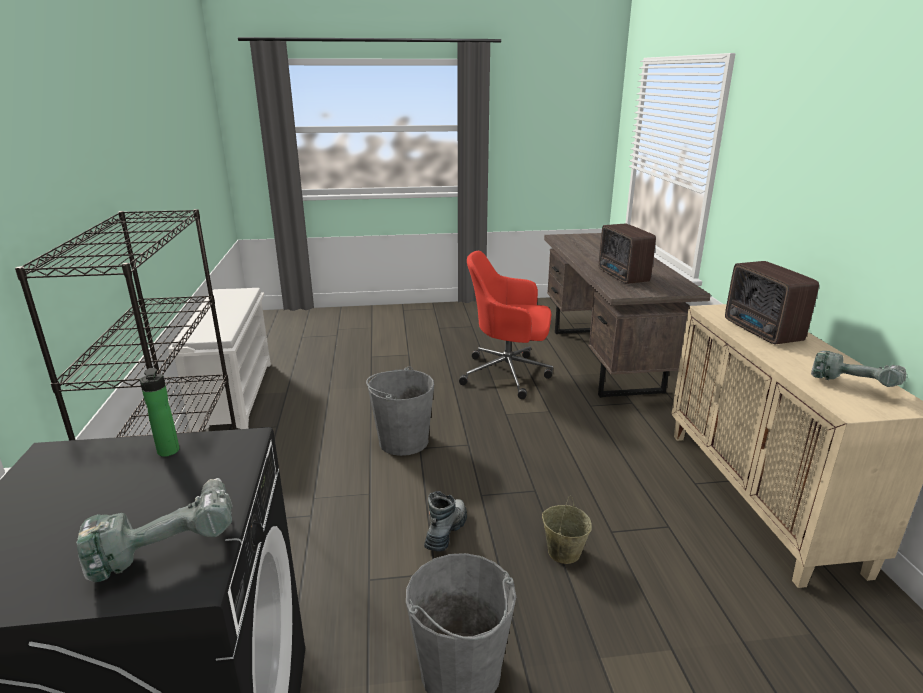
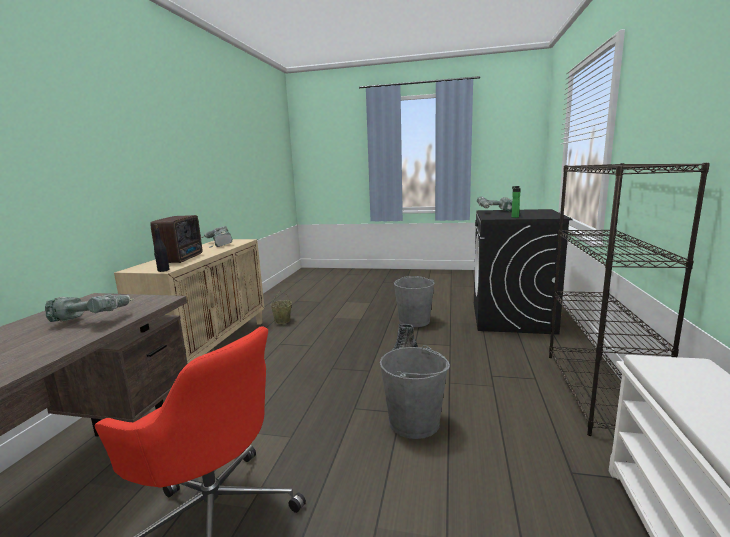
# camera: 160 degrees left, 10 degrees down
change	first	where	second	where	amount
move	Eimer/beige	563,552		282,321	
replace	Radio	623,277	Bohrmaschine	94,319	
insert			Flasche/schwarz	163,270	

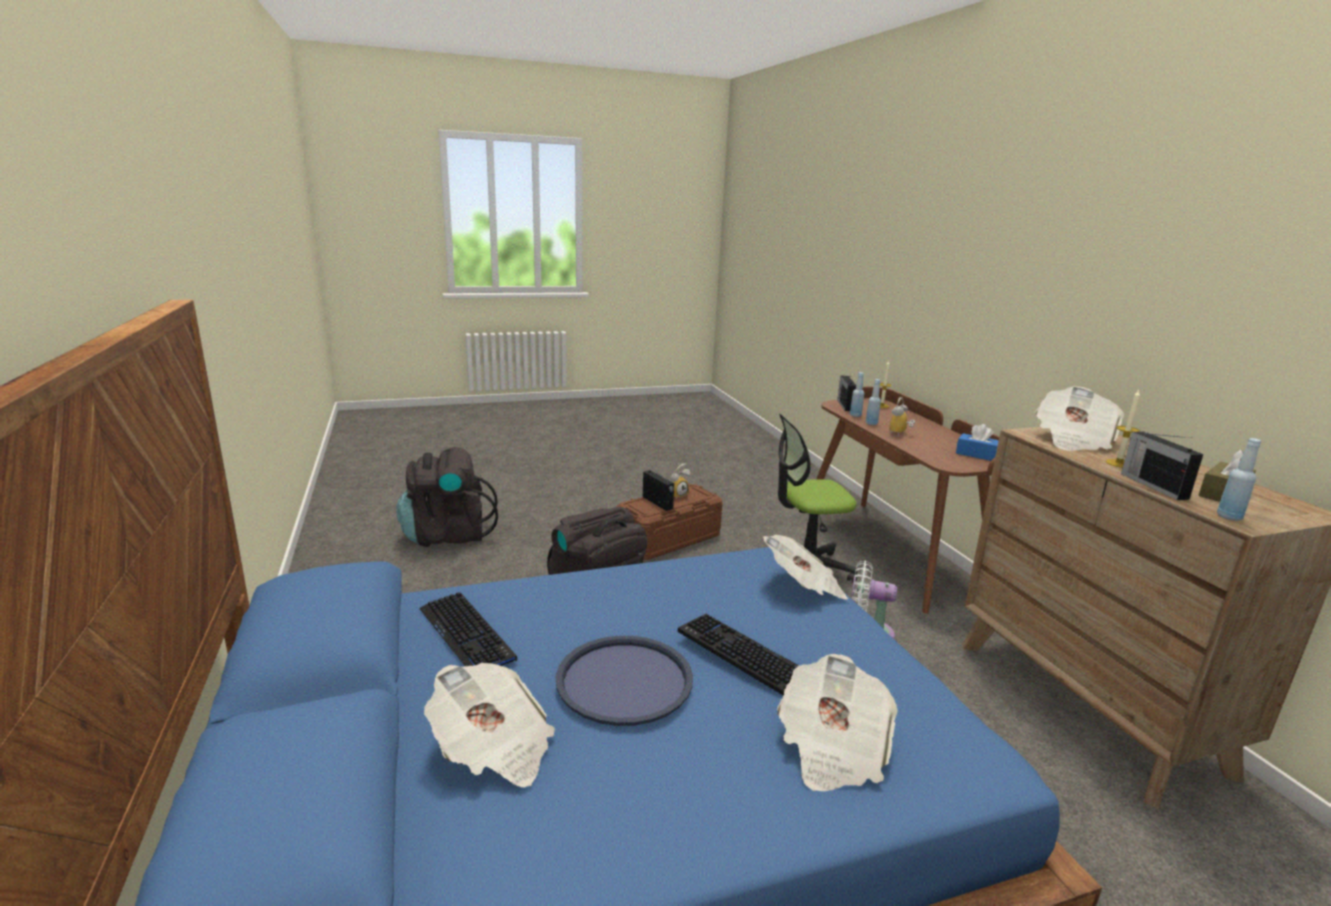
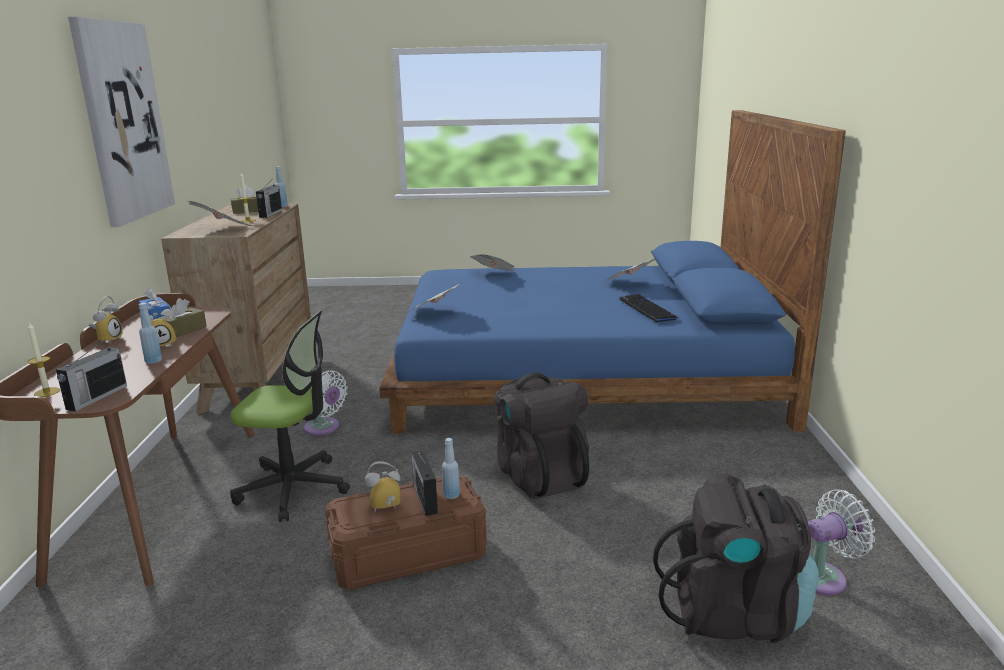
# camera: 160 degrees left, 0 degrees up
change	first	where	second	where	amount
delete	Tablett/blau	624,681			
delete	Tastatur	743,654			
move	Flasche/blau	855,415		451,495	
insert			Bild	123,122	
insert			Wecker	108,340	
insert			Taschentuchbox/braun	183,331	
insert			Ventilator/weiß	824,577	

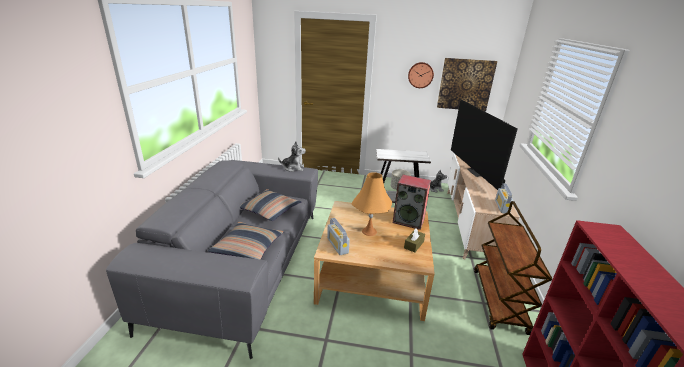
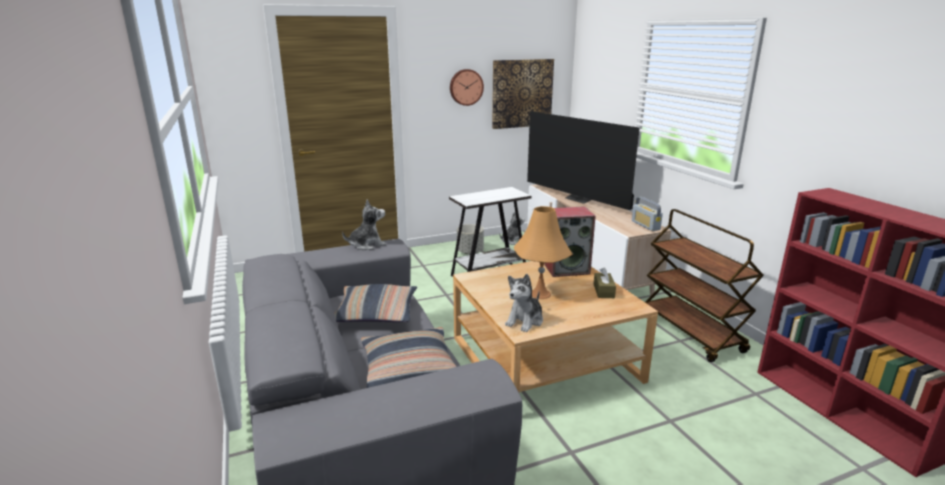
# camera: 30 degrees left, 5 degrees down
change	first	where	second	where	amount
replace	Radio	337,245	Plüschtier	525,321	

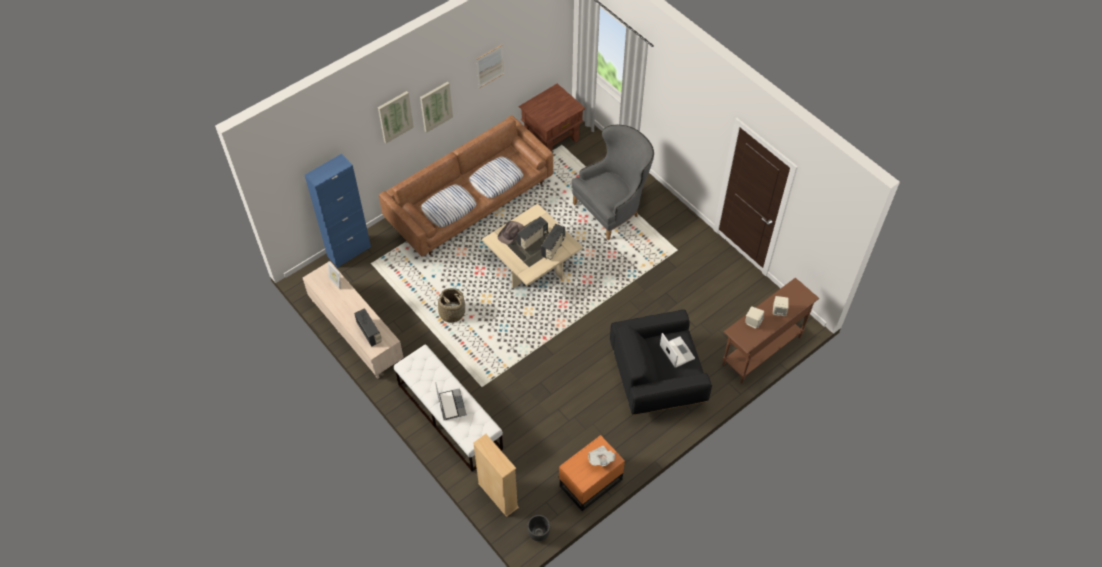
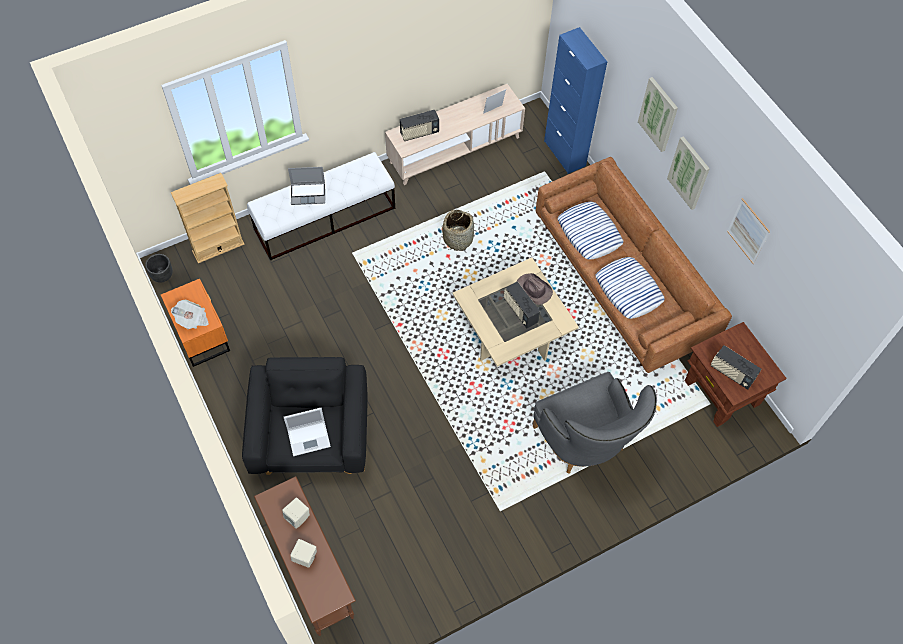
# camera: 100 degrees right, 5 degrees up
change	first	where	second	where	amount
move	Radio	553,247		731,373	

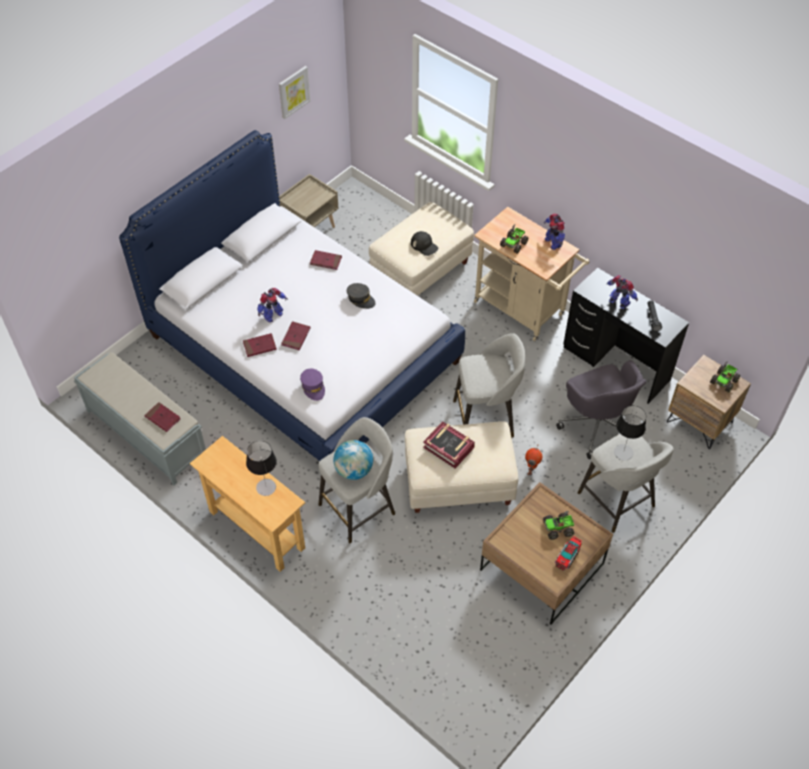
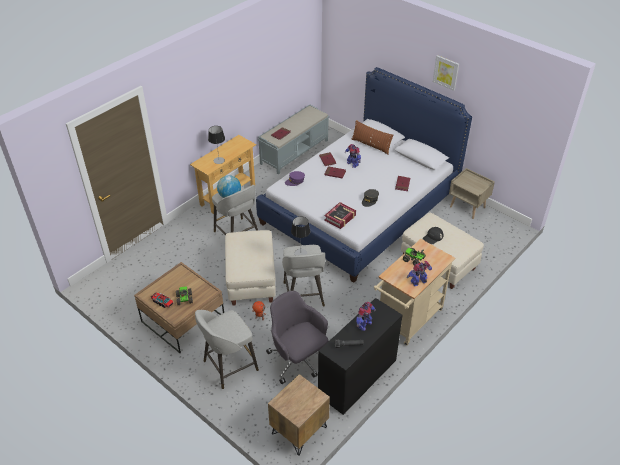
# camera: 90 degrees right, 10 degrees down
change	first	where	second	where	amount
move	Bild	293,92		446,72	
move	Buch	449,447		340,218	
rotate	Bürostuhl/grau	597,424		298,360	75 degrees clockwise
move	Tischlampe	623,452		301,253	
delete	Spielzeuglaster	724,381			
insert			Kissen/braun	371,145	

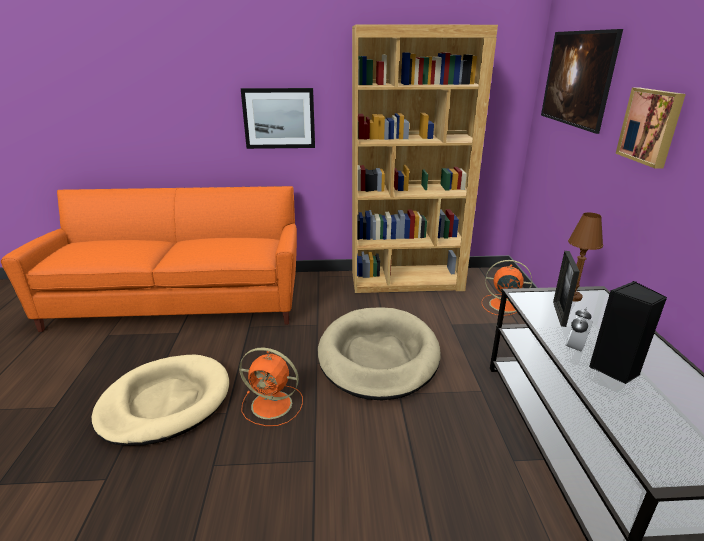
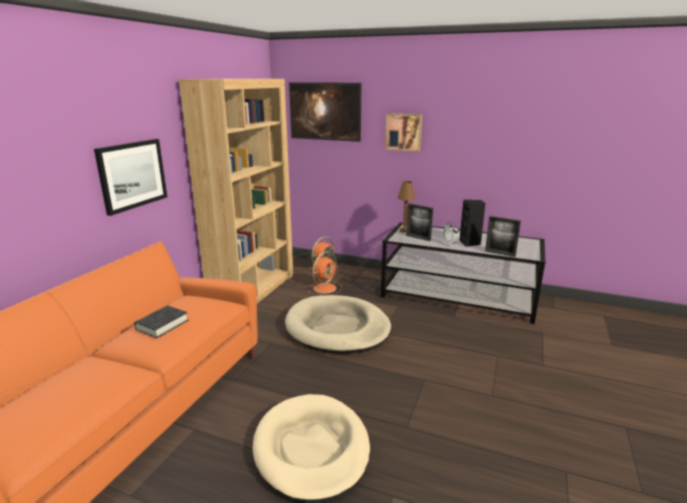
# camera: 65 degrees left, 5 degrees down
change	first	where	second	where	amount
move	Ventilator/orange	273,405		325,288	
insert			Buch/schwarz	162,325	
insert			Bilderrahmen	500,253	

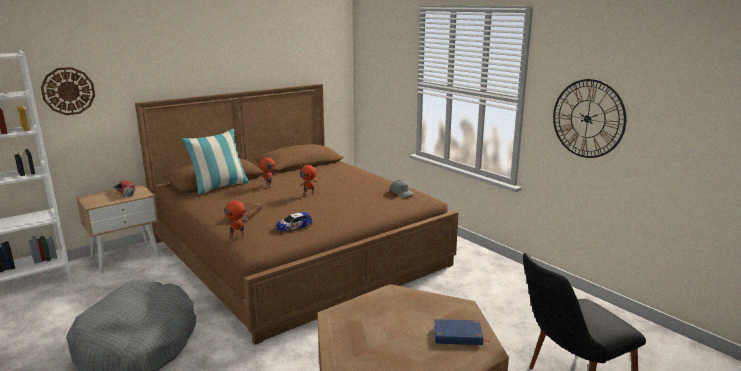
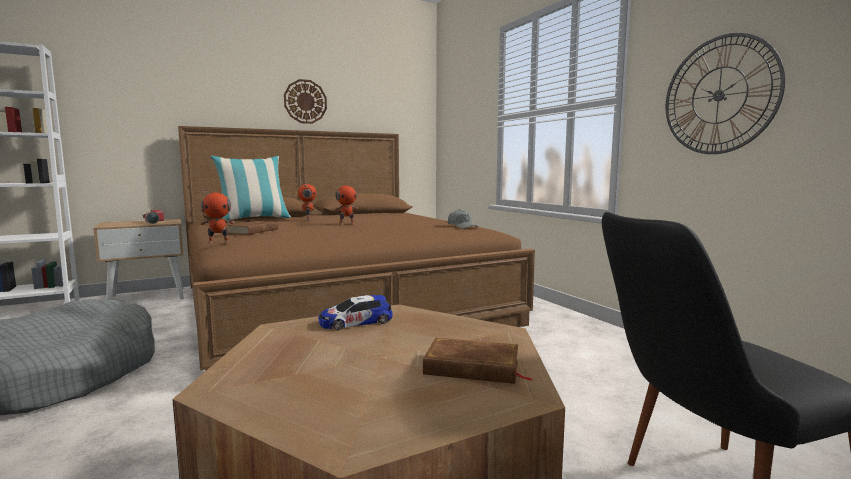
# camera: 10 degrees right, 10 degrees down
change	first	where	second	where	amount
move	Wanduhr	68,91		305,101	
move	Spielzeugauto	294,226		356,322	
recolor	Buch/blau	458,336	Buch/braun	472,367	

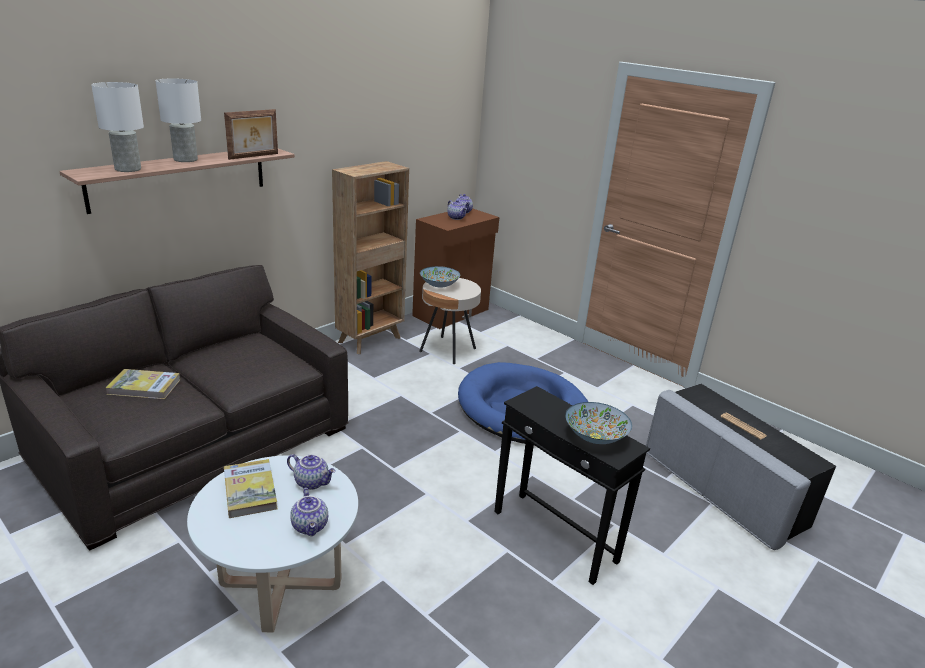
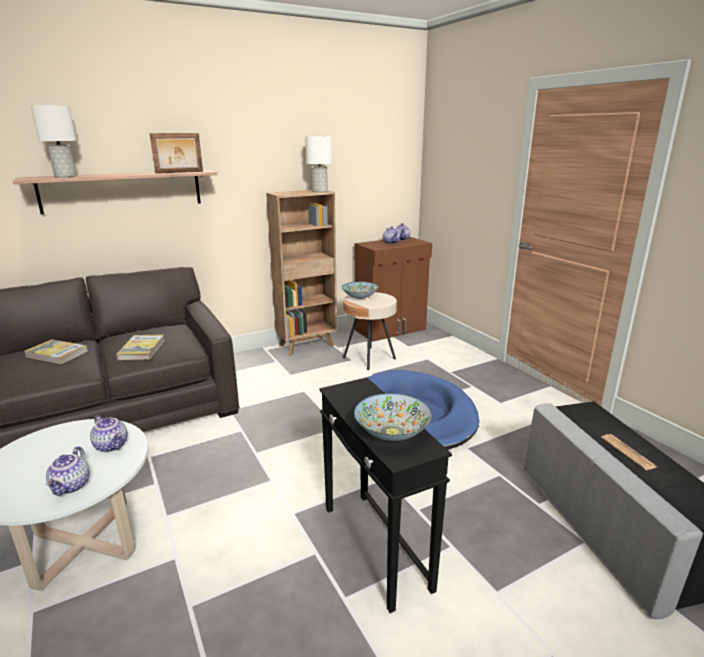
# camera: 20 degrees right, 5 degrees down
change	first	where	second	where	amount
move	Tischlampe/weiß	186,159		320,191	
move	Buch	250,490		142,349	

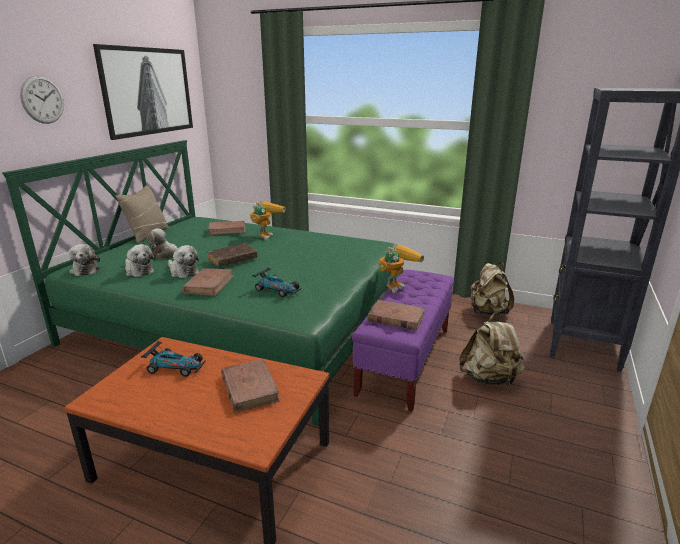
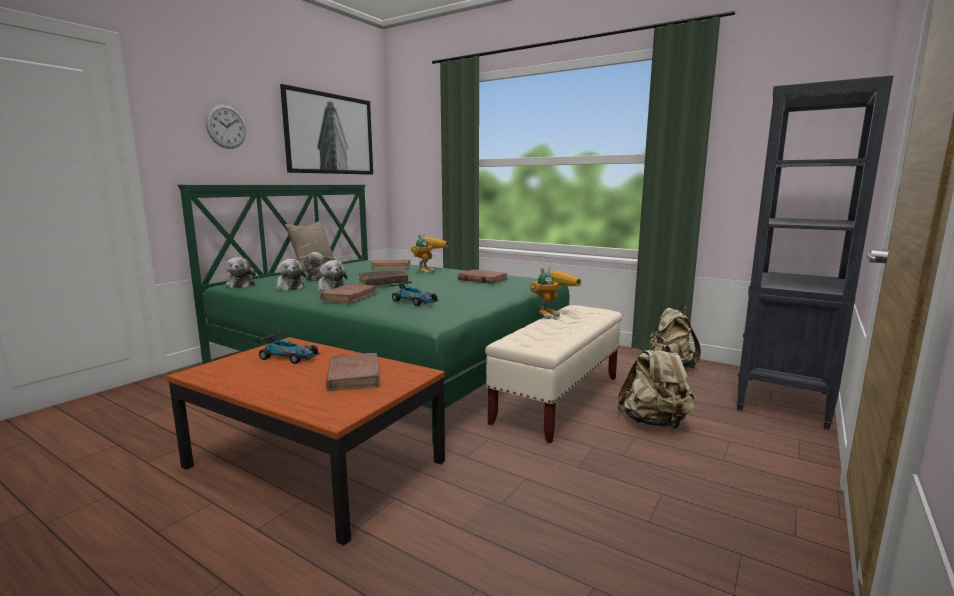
# camera: 10 degrees right, 10 degrees down
change	first	where	second	where	amount
recolor	Bank/lila	405,360	Bank/beige	558,399	
move	Buch/braun	396,318		482,279	

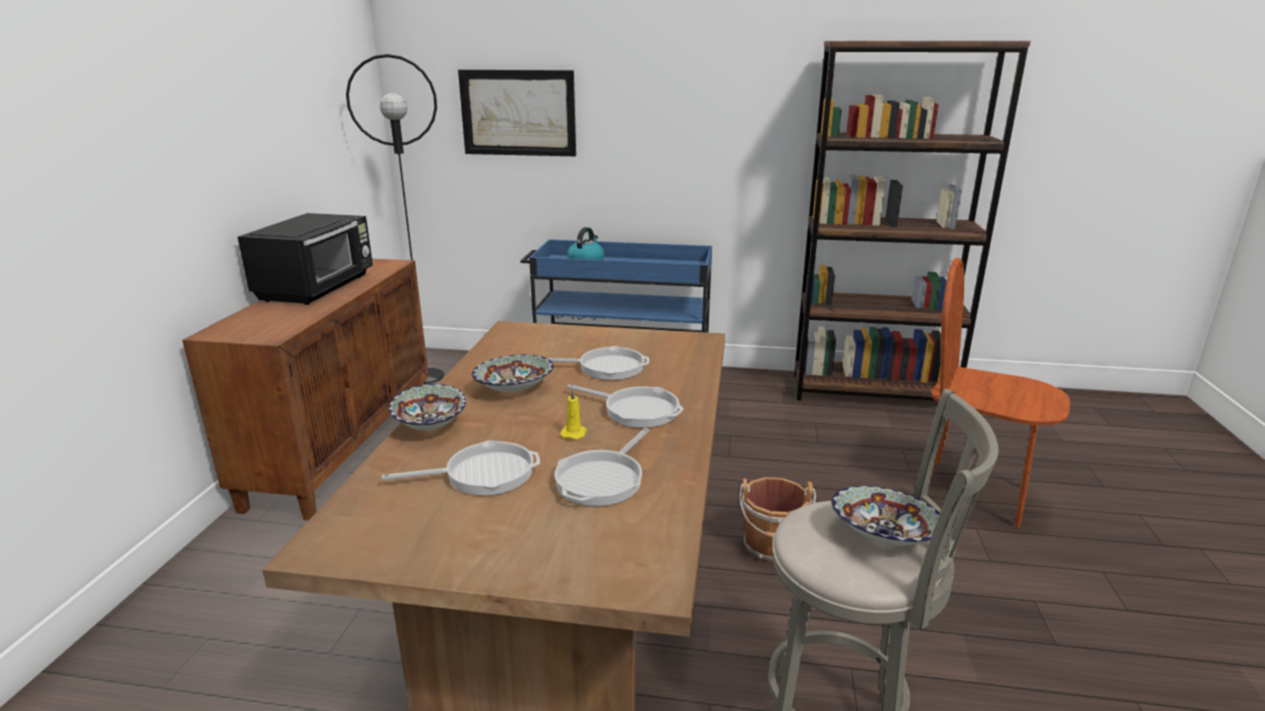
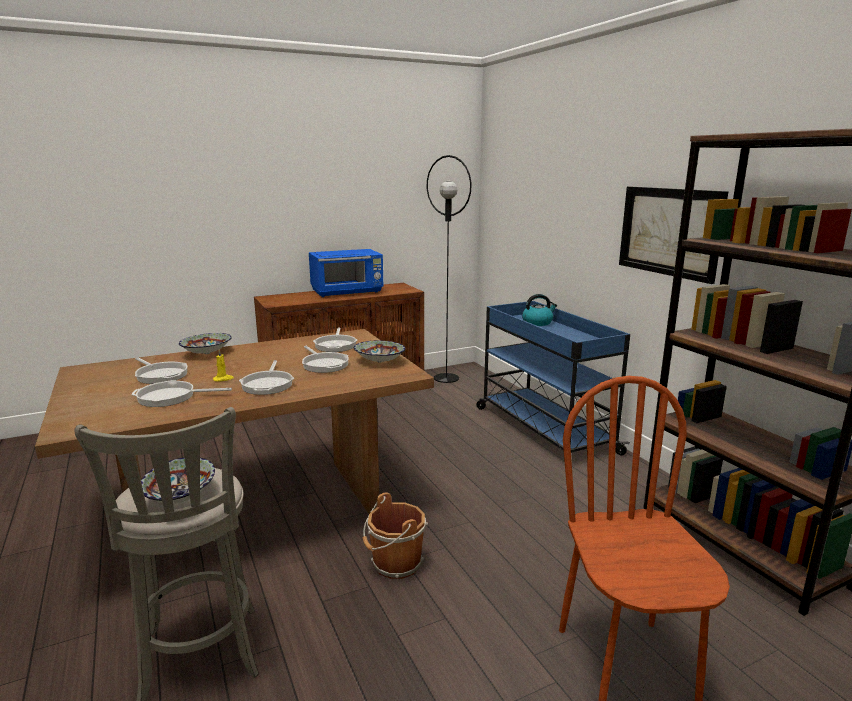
# camera: 55 degrees right, 5 degrees down
change	first	where	second	where	amount
recolor	Mikrowelle/schwarz	318,288	Mikrowelle/blau	348,292	
move	Bild	518,113		669,231	
move	Schüssel	514,389		380,361	
insert			Pfanne	336,345	

